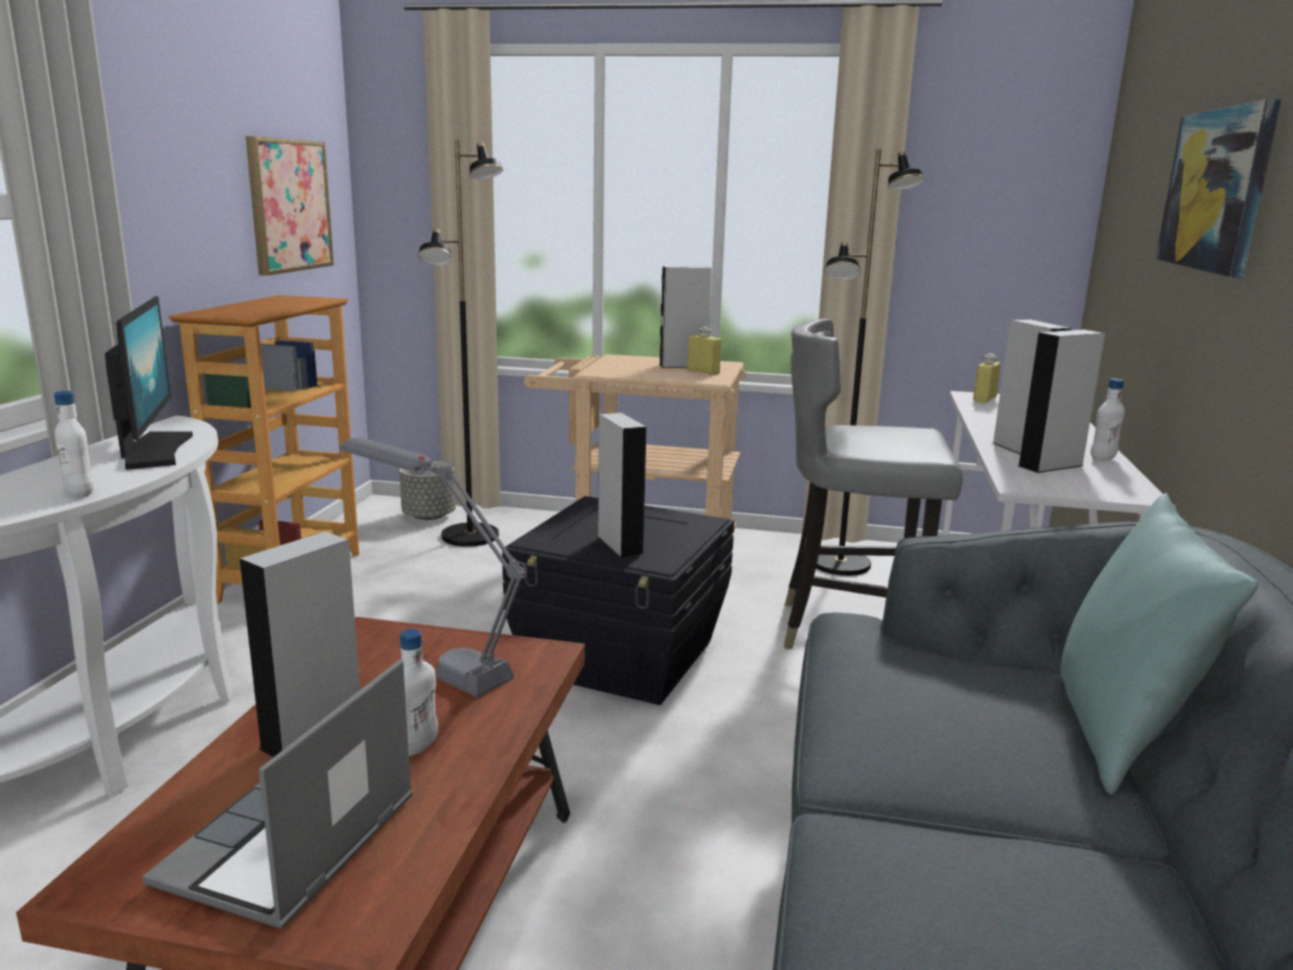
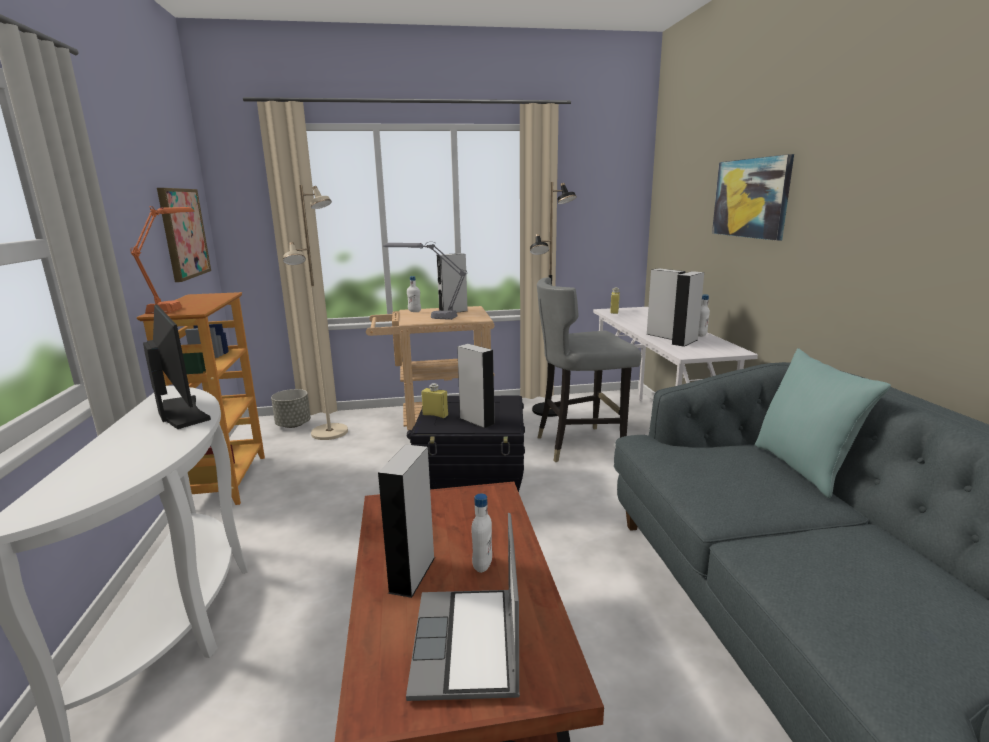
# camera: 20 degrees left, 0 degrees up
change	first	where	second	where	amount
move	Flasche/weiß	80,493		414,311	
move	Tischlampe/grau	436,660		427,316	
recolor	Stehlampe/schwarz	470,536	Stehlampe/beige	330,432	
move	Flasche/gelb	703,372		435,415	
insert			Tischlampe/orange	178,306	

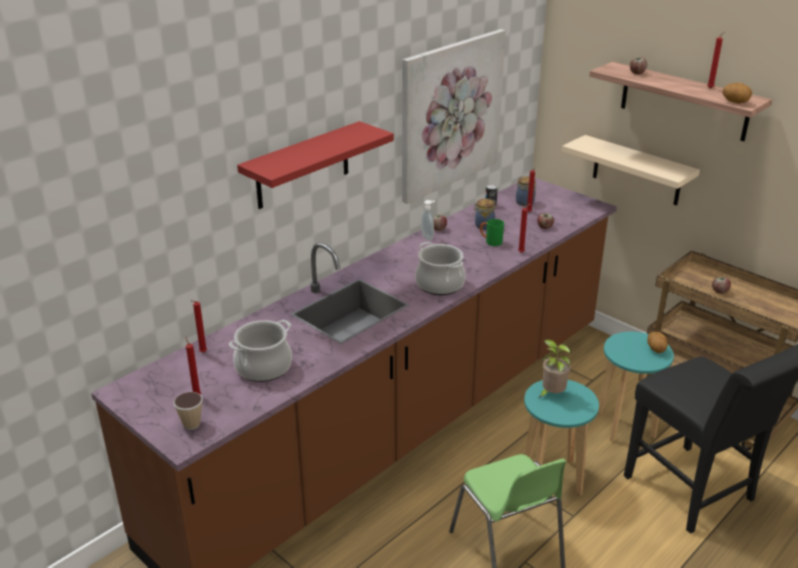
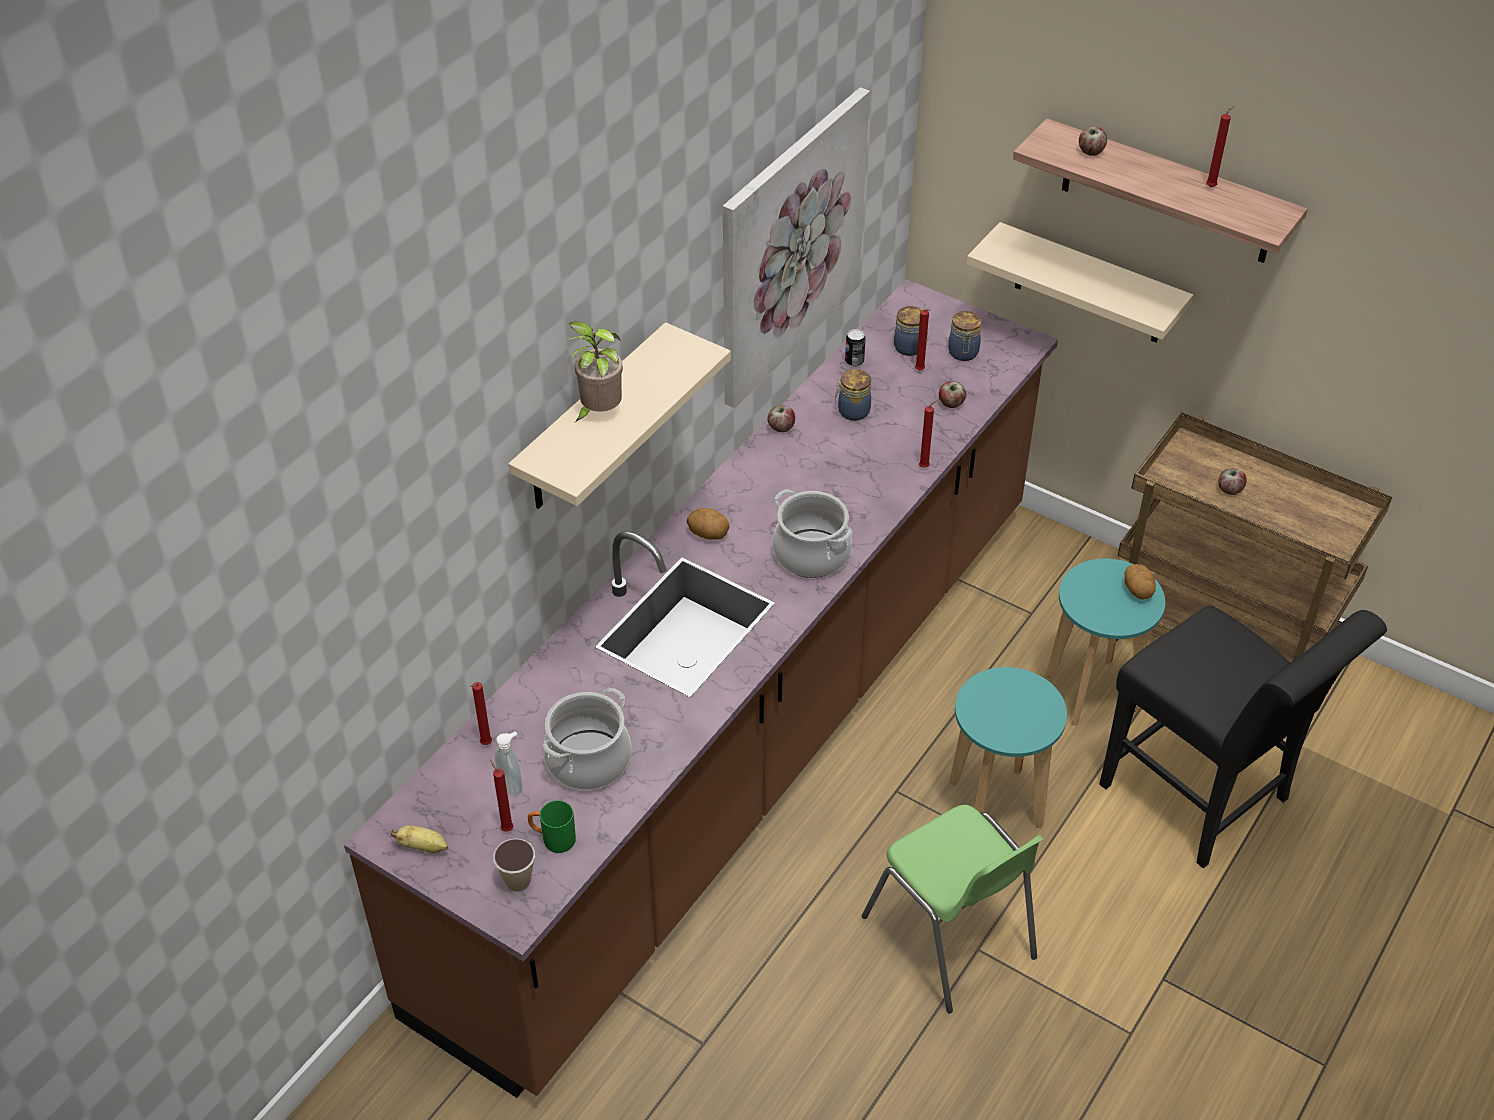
# camera: 10 degrees left, 15 degrees up
change	first	where	second	where	amount
recolor	Wandregal/rot	303,166	Wandregal/beige	592,421	
move	Seifenspender	428,237		512,785	
move	Henkelbecher/grün	490,242		553,839	
move	Topfpflanze	551,394		598,412	
move	Kartoffel	735,102		708,534	
insert			Banane	423,847	
insert			Vorratsglas	963,353	

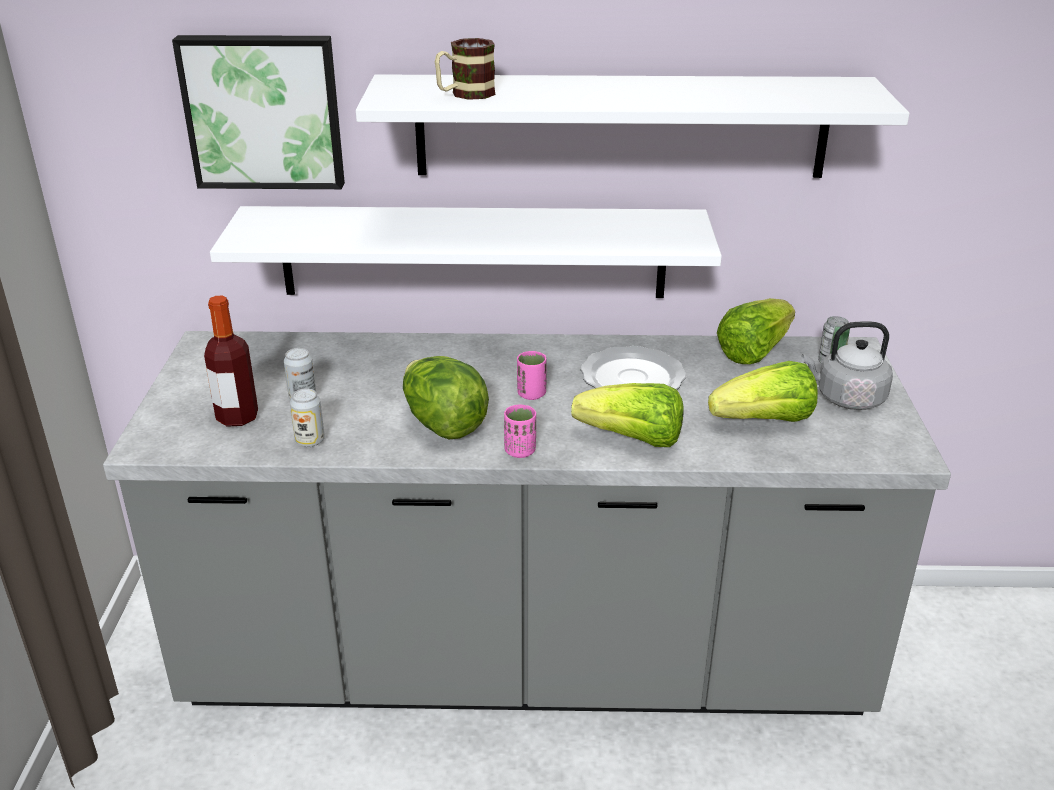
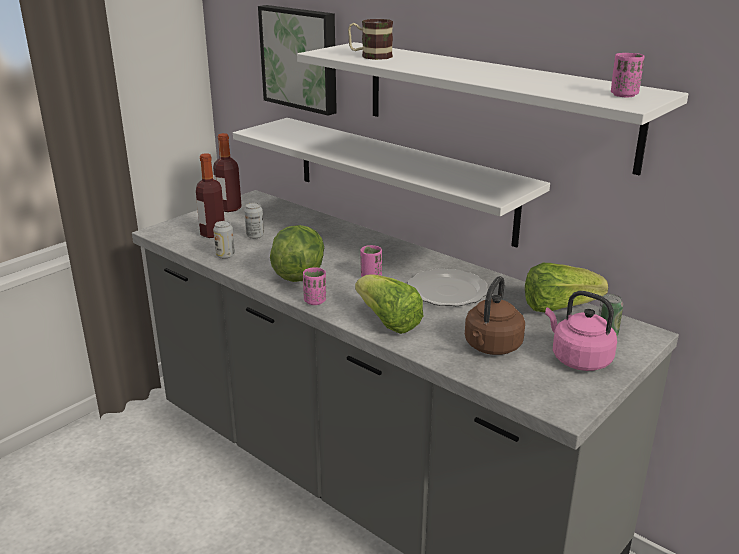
# camera: 40 degrees right, 5 degrees down
change	first	where	second	where	amount
replace	Salatkopf	765,421	Wasserkessel/braun	491,347	
recolor	Wasserkessel/grau	846,399	Wasserkessel/rosa	578,359	
insert			Flasche	229,208	
insert			Tasse/rosa	624,95	

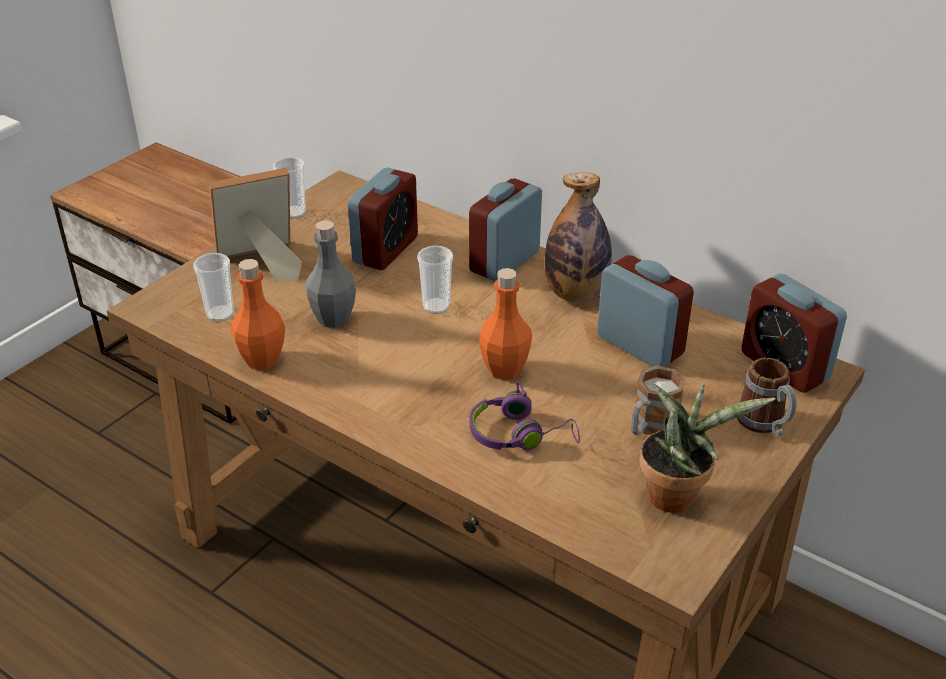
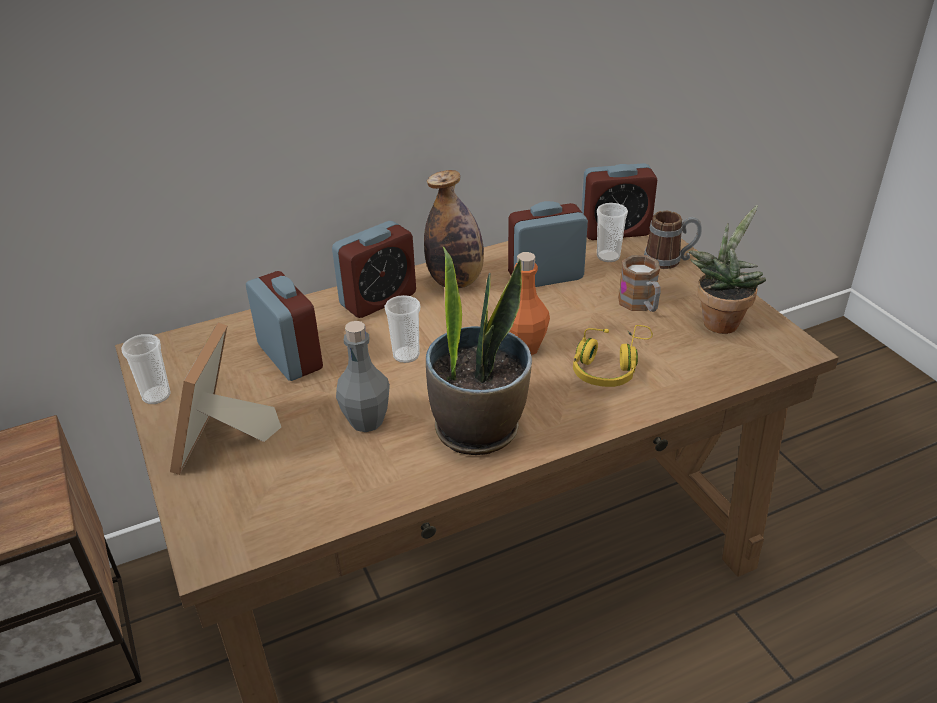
# camera: 60 degrees left, 0 degrees up
change	first	where	second	where	amount
move	Tasse	220,314		608,256	
delete	Flasche/orange	262,360			
rotate	Wecker	504,261		378,299	105 degrees counterclockwise
recolor	Kopfhörer/lila	520,434	Kopfhörer/gelb	610,366	
insert			Topfpflanze	478,428	

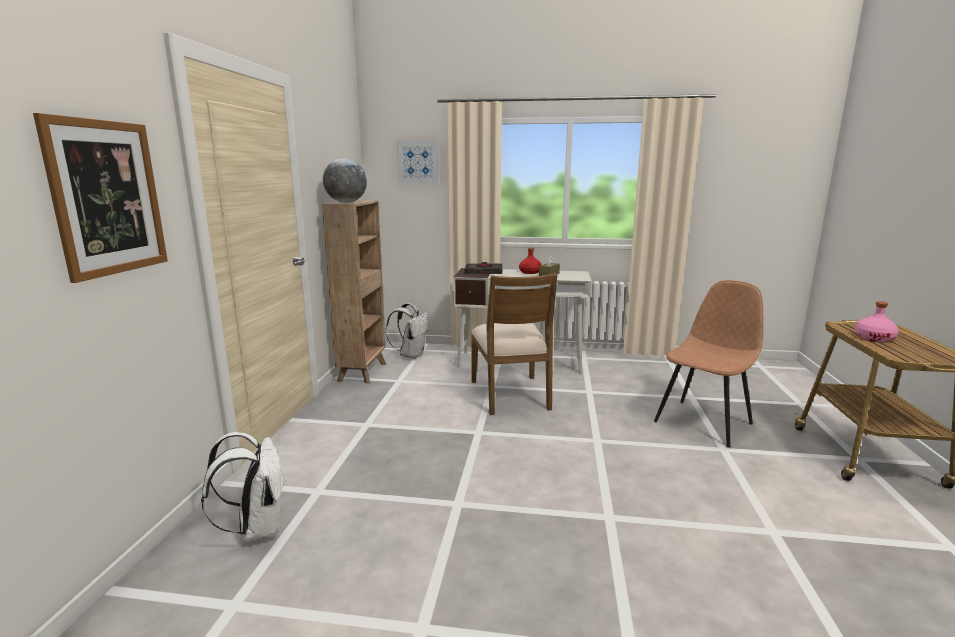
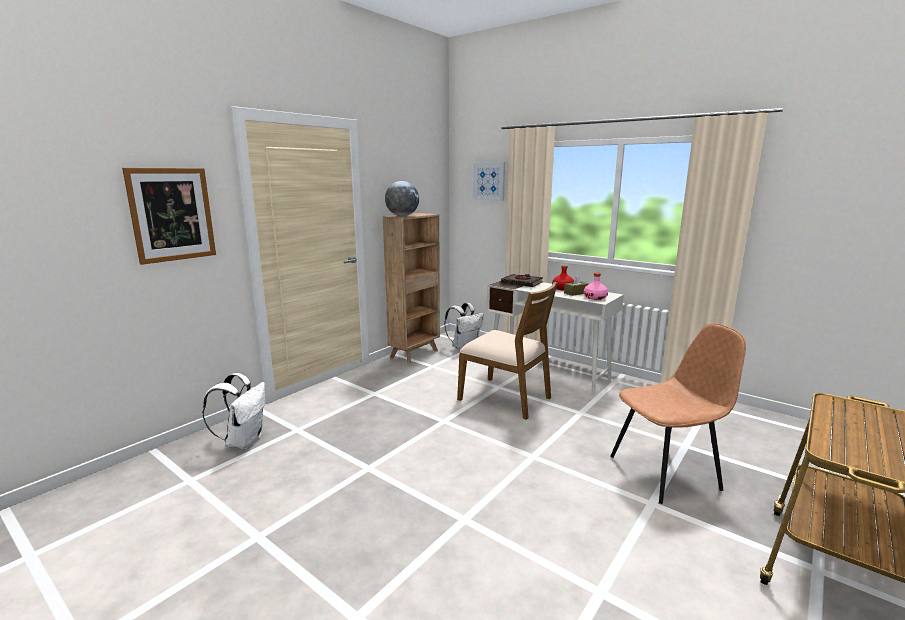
# camera: 30 degrees right, 0 degrees up
change	first	where	second	where	amount
rotate	Stuhl/braun	511,395		506,398	75 degrees counterclockwise
move	Flasche/rosa	874,338		595,297	

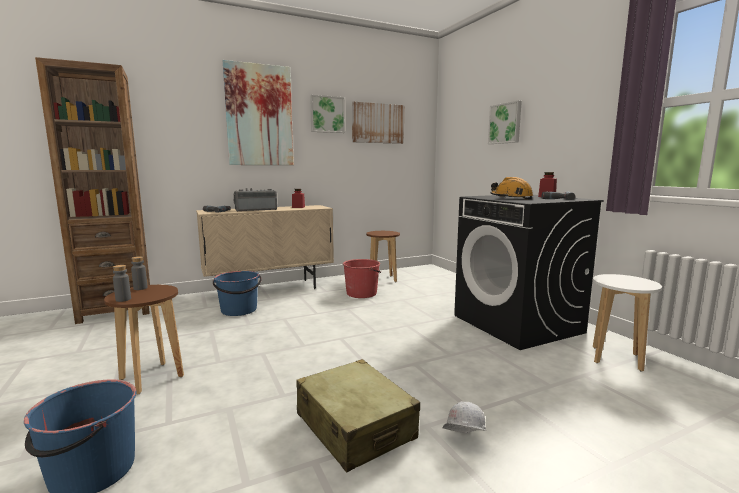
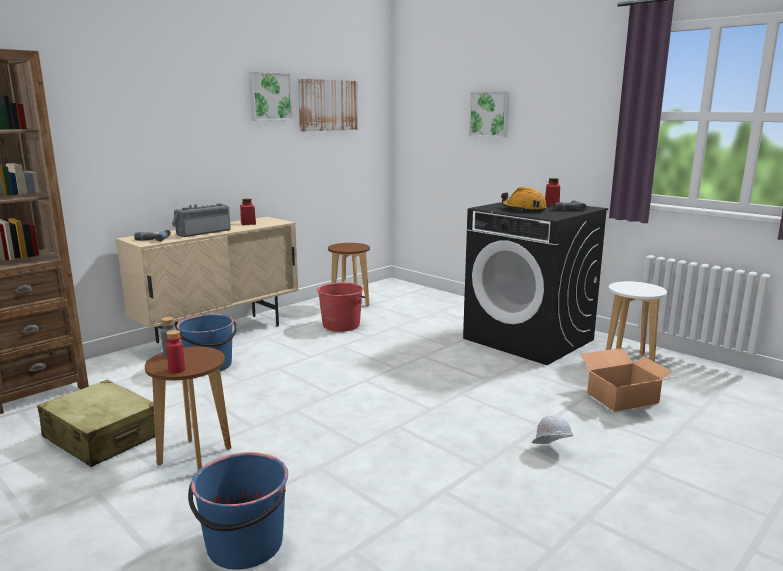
# camera: 20 degrees left, 5 degrees up
change	first	where	second	where	amount
recolor	Flasche/grau	123,299	Flasche/rot	177,370	
delete	Bild	259,115			
move	Koffer/beige	355,426		102,437	
insert			Karton	621,398	

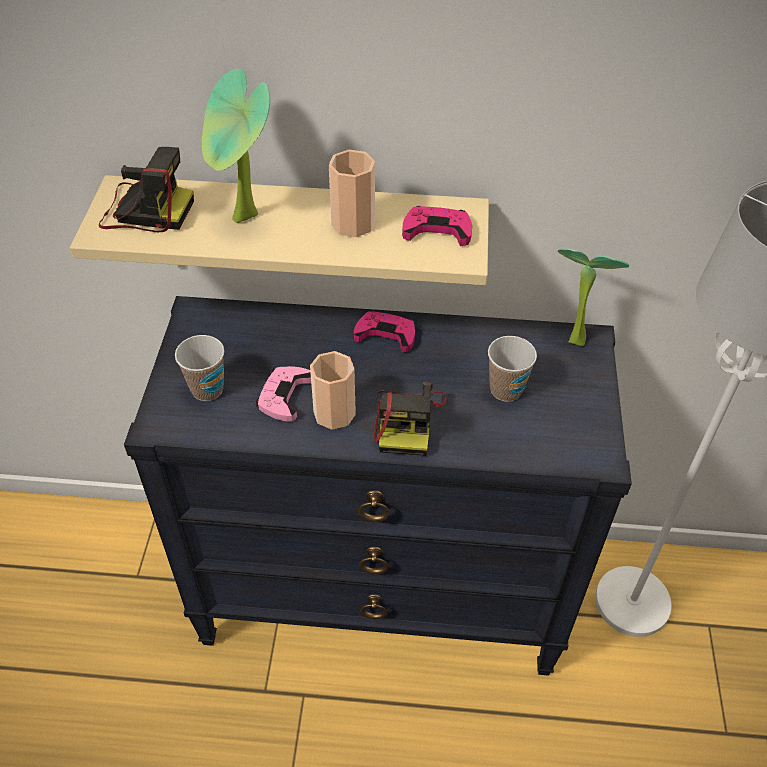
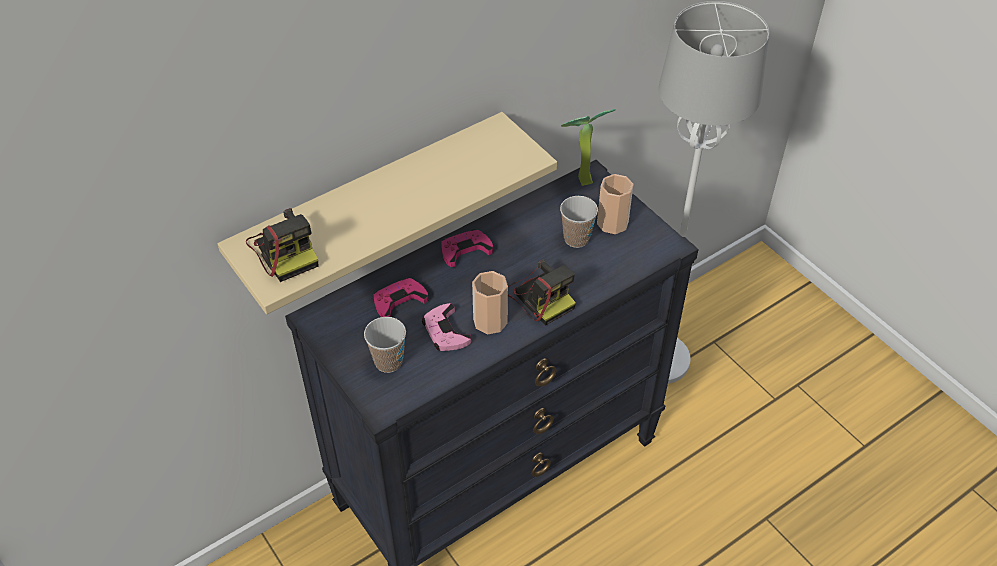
# camera: 40 degrees left, 0 degrees up
change	first	where	second	where	amount
rotate	Kamera	145,210		285,249	90 degrees clockwise
delete	Topfpflanze	245,220			
move	Tasse	353,223		612,223	
move	Gamepad/rosa	437,230		399,301	

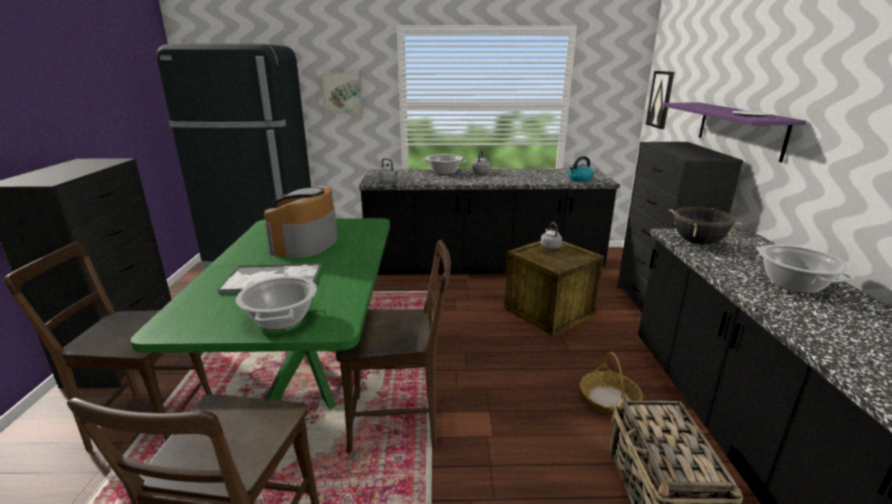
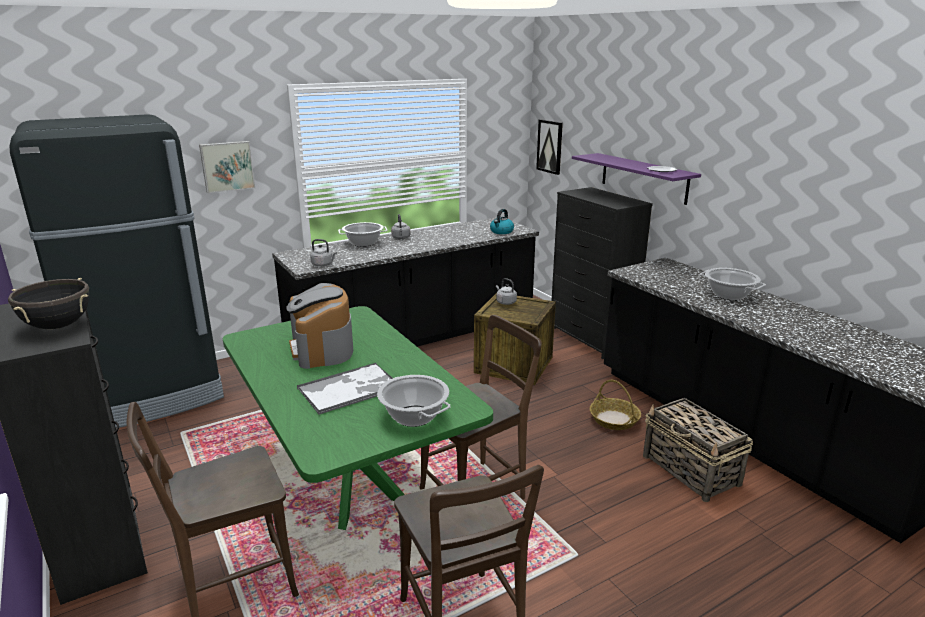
# camera: 30 degrees left, 0 degrees up
change	first	where	second	where	amount
move	Kochtopf/schwarz	697,243		58,326	

